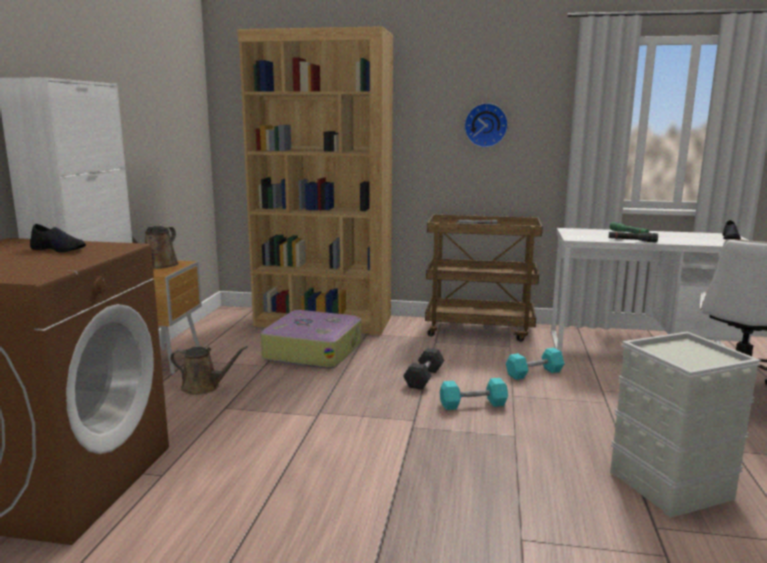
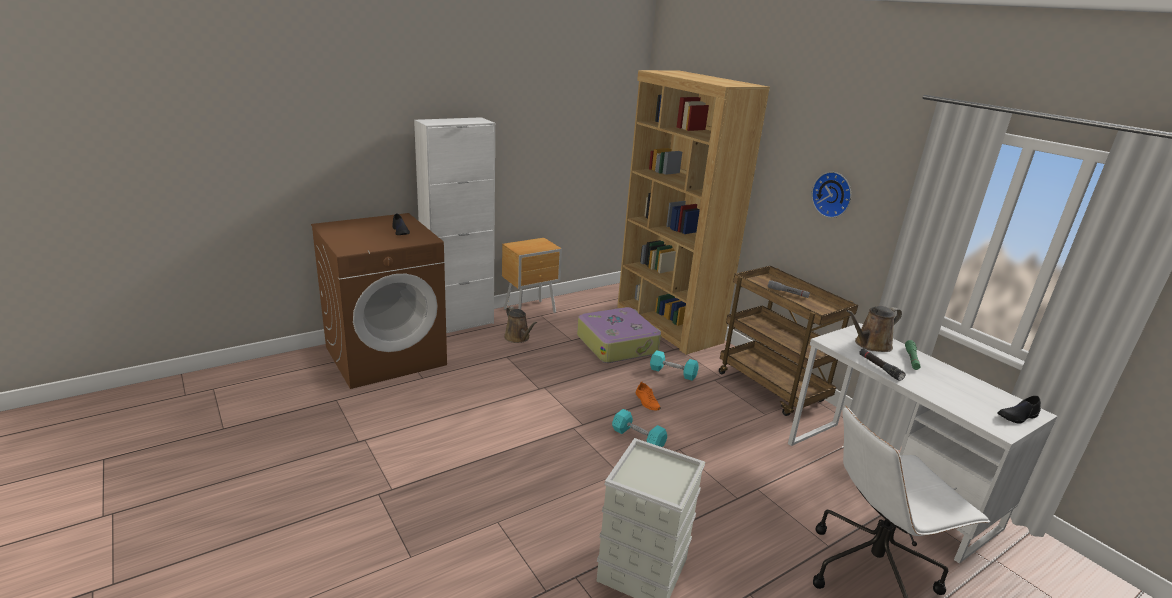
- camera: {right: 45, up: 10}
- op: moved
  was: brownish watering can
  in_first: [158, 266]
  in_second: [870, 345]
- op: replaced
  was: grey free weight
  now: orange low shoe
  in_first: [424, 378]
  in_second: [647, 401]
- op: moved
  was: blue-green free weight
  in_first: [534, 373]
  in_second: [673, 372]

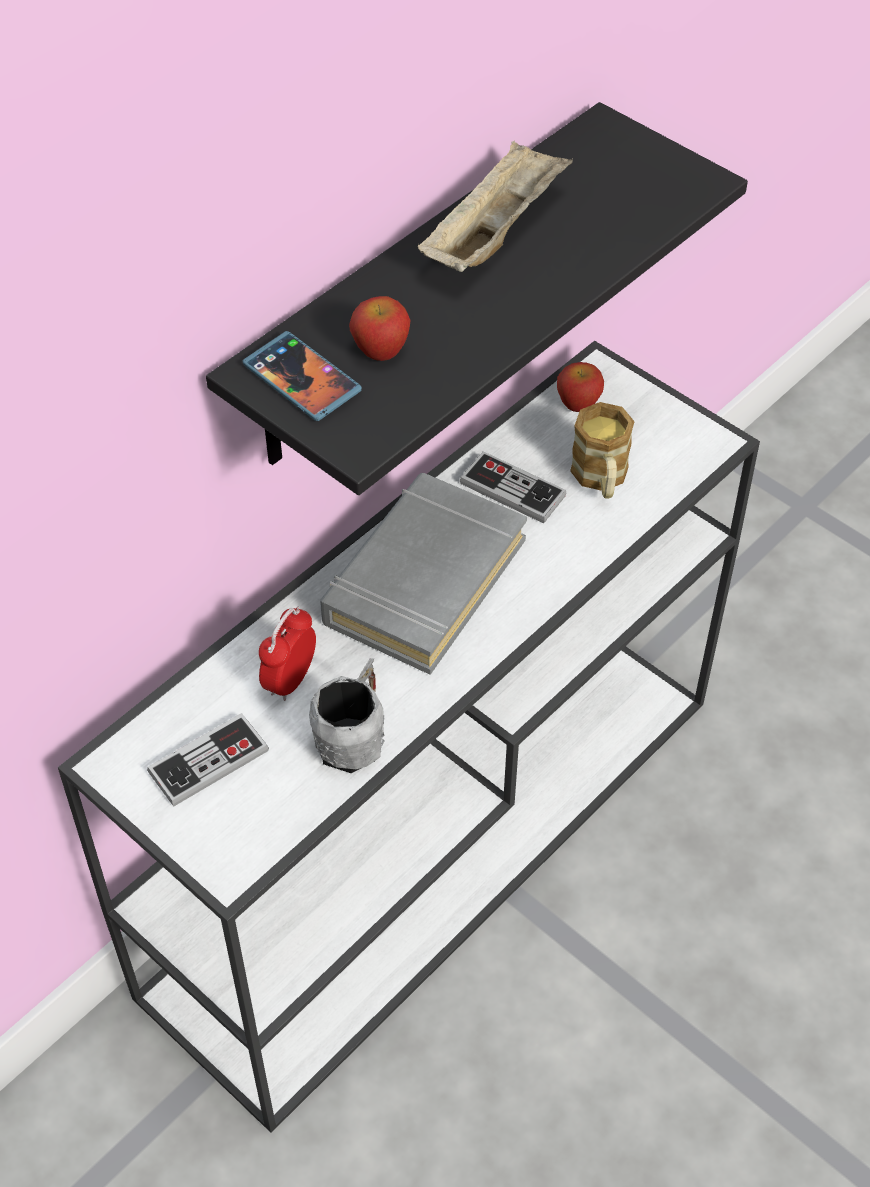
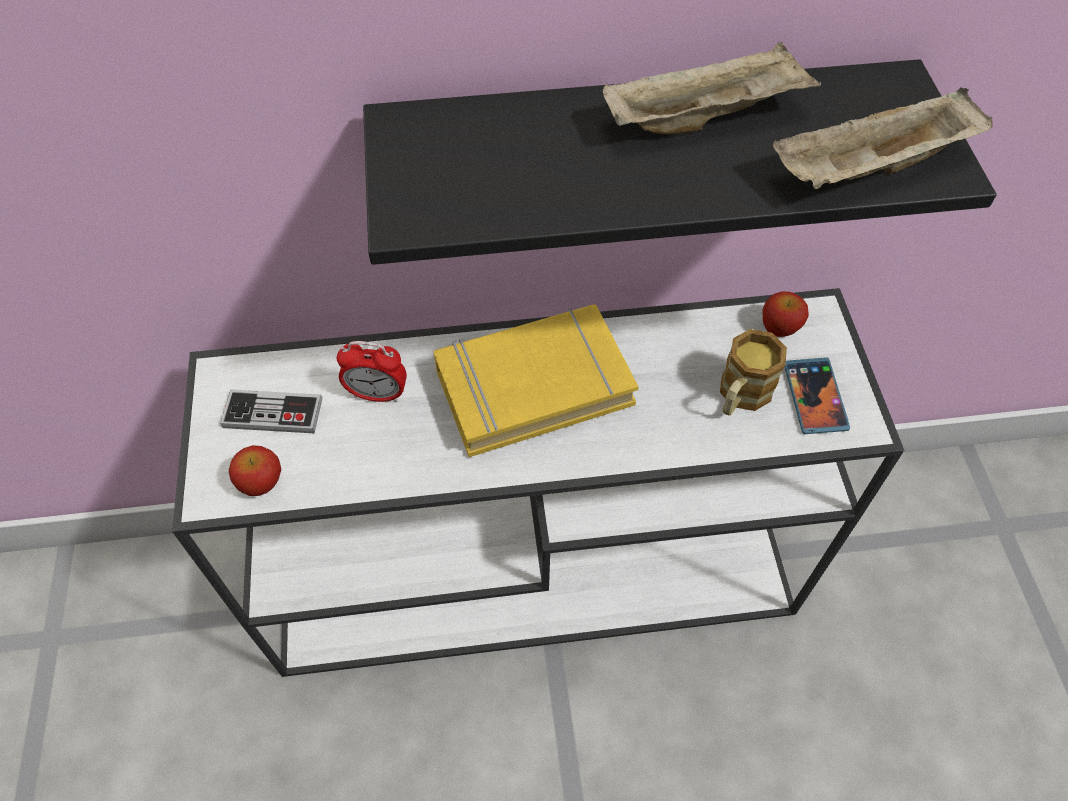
- camera: {right: 40, up: 5}
- op: moved
  was: telephone
  in_first: [302, 379]
  in_second: [814, 397]
- op: turned
  was: bedside clock
  in_first: [290, 680]
  in_second: [377, 394]
  clockwise: -150
- op: removed
  was: grey tea mug
  in_first: [354, 739]
- op: recoloured
  was: grey bound book
  now: yellow bound book
  in_first: [423, 581]
  in_second: [533, 386]
- op: moved
  was: apple fruit
  in_first: [381, 349]
  in_second: [261, 482]
- op: removed
  was: game controller
  in_first: [512, 490]
- op: added
  now: beige tray
  in_second: [871, 170]

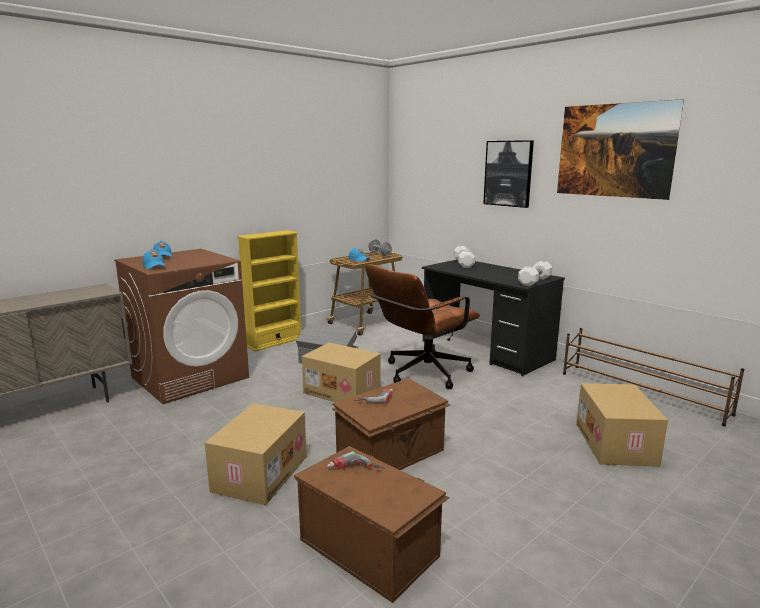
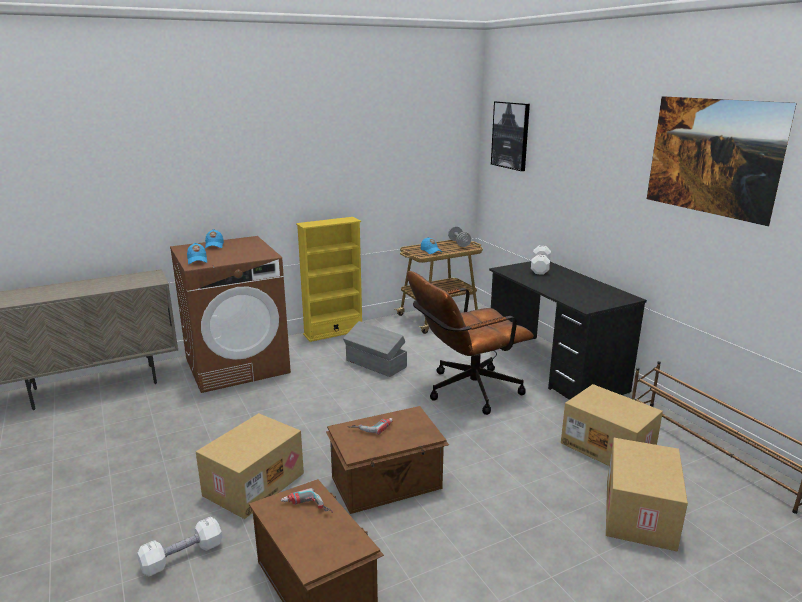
- camera: {right: 15, up: 5}
- op: moved
  was: packing box
  in_first: [343, 391]
  in_second: [608, 447]
- op: moved
  was: wall art
  in_first: [508, 173]
  in_second: [511, 135]
- op: moved
  was: white-coloured free weight
  in_first: [534, 281]
  in_second: [182, 556]

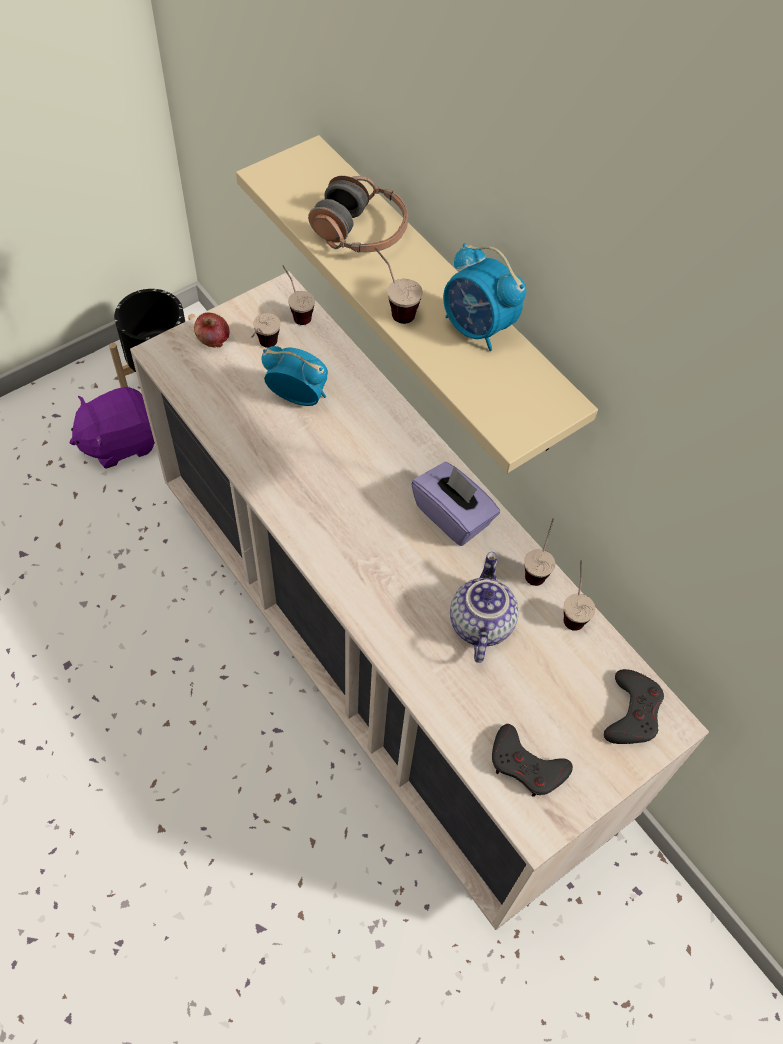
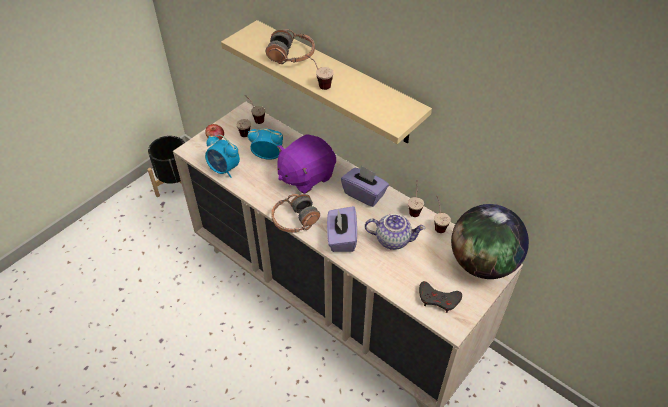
- camera: {right: -10, up: -10}
- op: moved
  was: purplish cuddly toy
  in_first: [120, 442]
  in_second: [306, 176]
- op: moved
  was: bedside clock
  in_first: [477, 328]
  in_second: [224, 170]
- op: turned
  was: tea pot
  in_first: [479, 622]
  in_second: [393, 239]
  clockwise: 105
- op: replaced
  was: grey game controller
  now: desk globe
  in_first: [632, 712]
  in_second: [482, 263]
- op: added
  now: headphones
  in_second: [295, 220]
- op: added
  now: purplish box of tissues
  in_second: [341, 238]

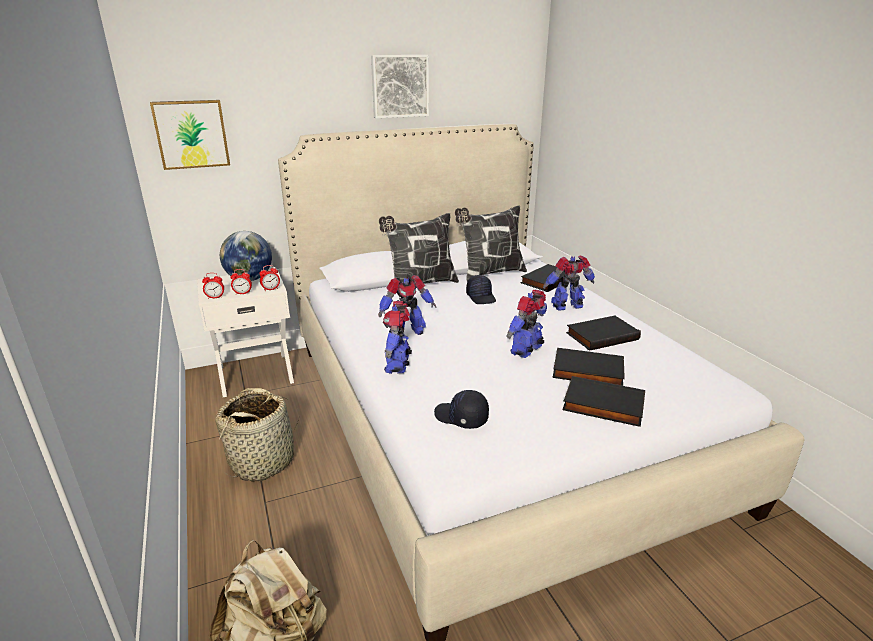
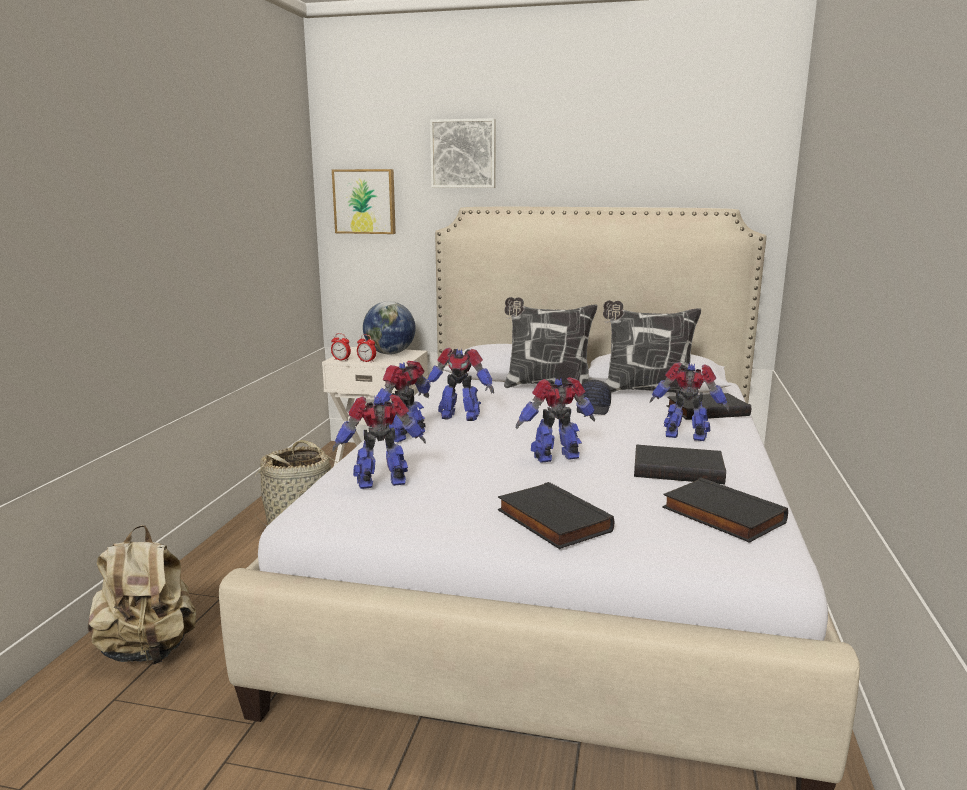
- camera: {right: 35, up: -10}
- op: removed
  was: bedside clock
  in_first: [271, 289]
- op: moved
  was: wall art
  in_first: [399, 86]
  in_second: [464, 154]
- op: replaced
  was: black cap
  now: model robot
  in_first: [461, 418]
  in_second: [382, 483]
- op: moved
  was: black bound book
  in_first: [587, 372]
  in_second: [720, 516]

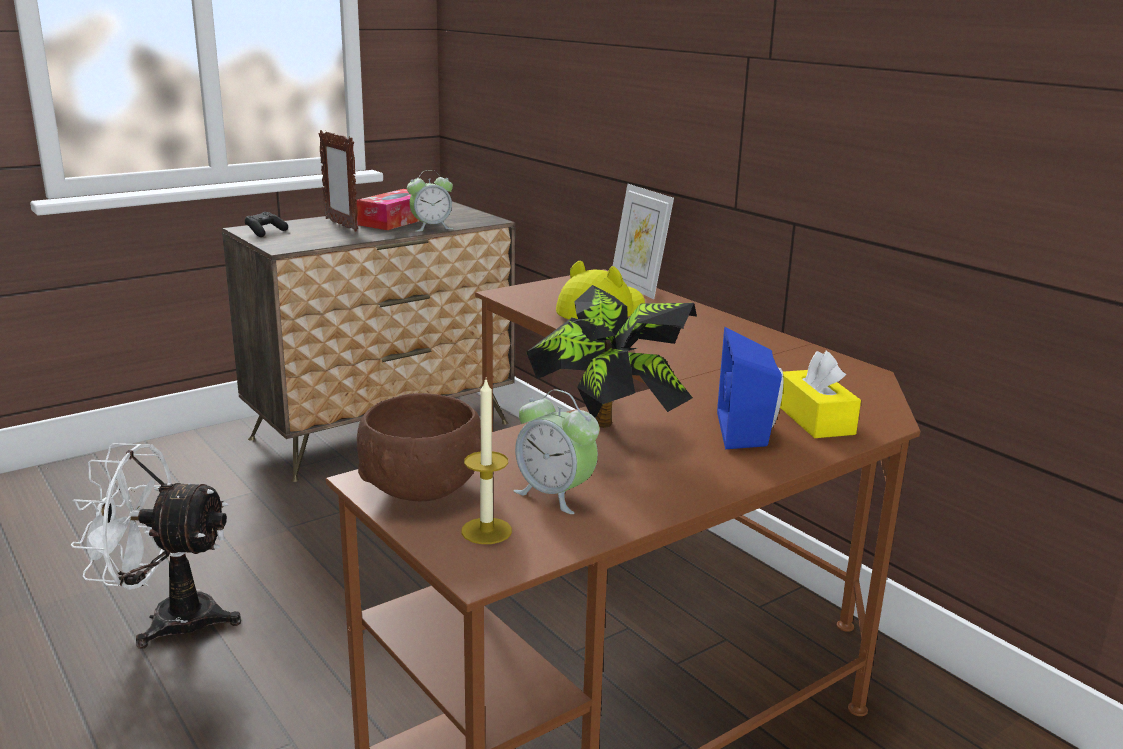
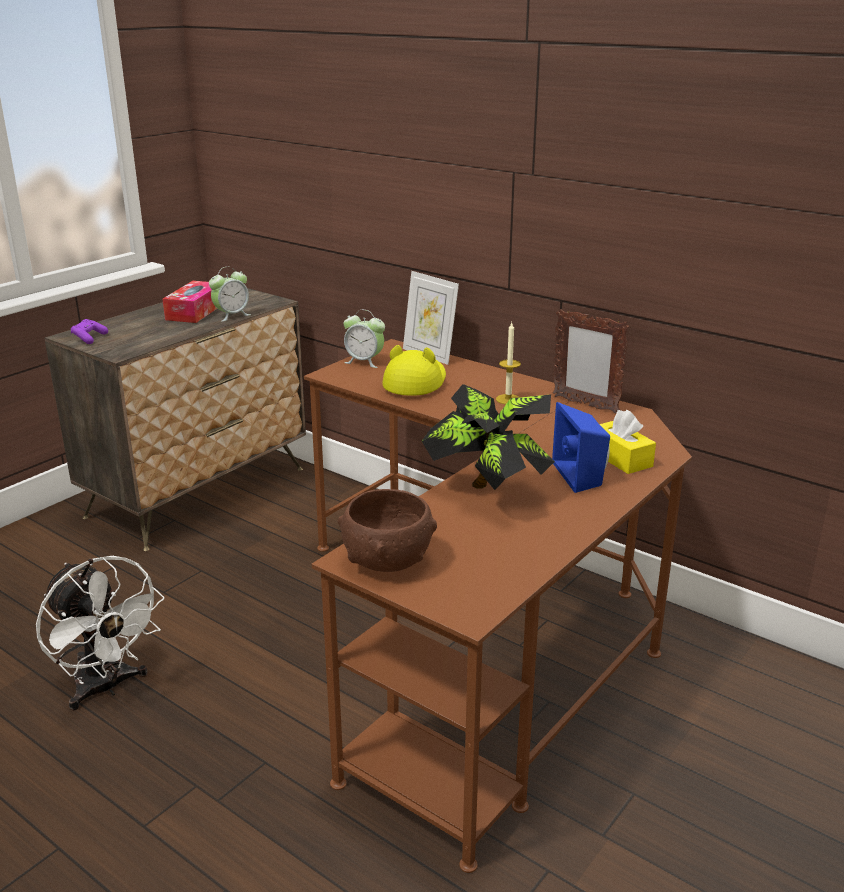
- camera: {right: -15, up: 5}
- op: turned
  was: white-coloured electric fan
  in_first: [168, 619]
  in_second: [107, 687]
  clockwise: -120
- op: recoloured
  was: black game controller
  now: purplish game controller
  in_first: [265, 232]
  in_second: [89, 338]
- op: moved
  was: photo frame
  in_first: [341, 225]
  in_second: [585, 404]
- op: moved
  was: candle
  in_first: [486, 531]
  in_second: [508, 399]
- op: moved
  was: bedside clock
  in_first: [555, 495]
  in_second: [364, 362]

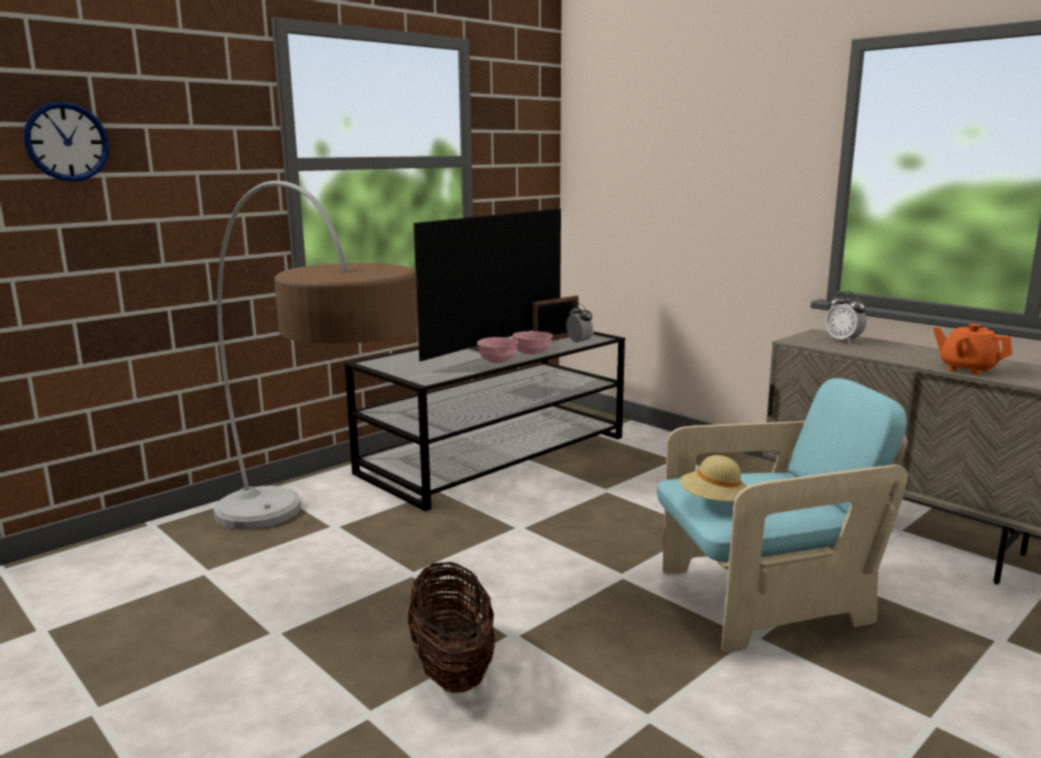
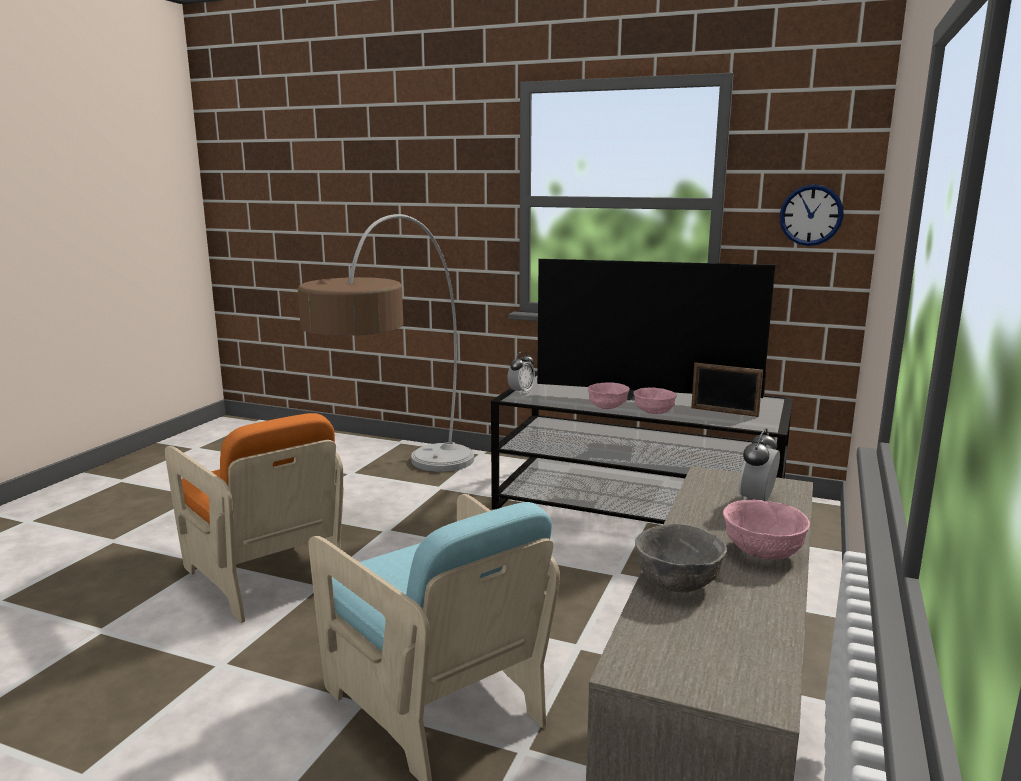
- camera: {right: 65, up: 0}
- op: moved
  was: clock on the wall
  in_first: [67, 142]
  in_second: [811, 215]
- op: replaced
  was: household basket
  now: orange armchair
  in_first: [452, 667]
  in_second: [266, 575]
- op: moved
  was: bedside clock
  in_first: [579, 343]
  in_second: [521, 392]
- op: removed
  was: beige wearable hat
  in_first: [713, 503]
- op: replaced
  was: orange tea pot
  now: grey serving bowl
  in_first: [967, 369]
  in_second: [679, 582]
- op: added
  now: pink serving bowl
  in_second: [762, 551]

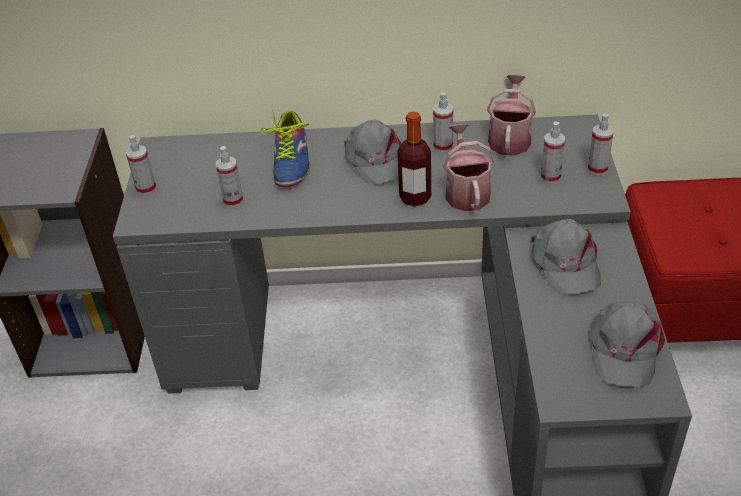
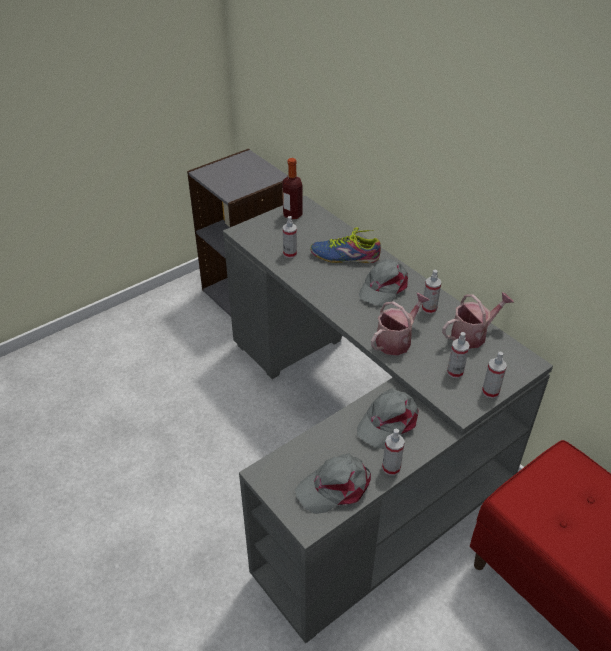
- camera: {right: 50, up: 0}
- op: moved
  was: hand sprayer
  in_first: [146, 188]
  in_second: [391, 468]
- op: turned
  was: low shoe
  in_first: [291, 161]
  in_second: [345, 256]
  clockwise: 45
- op: moved
  was: beverage bottle
  in_first: [415, 197]
  in_second: [292, 215]

